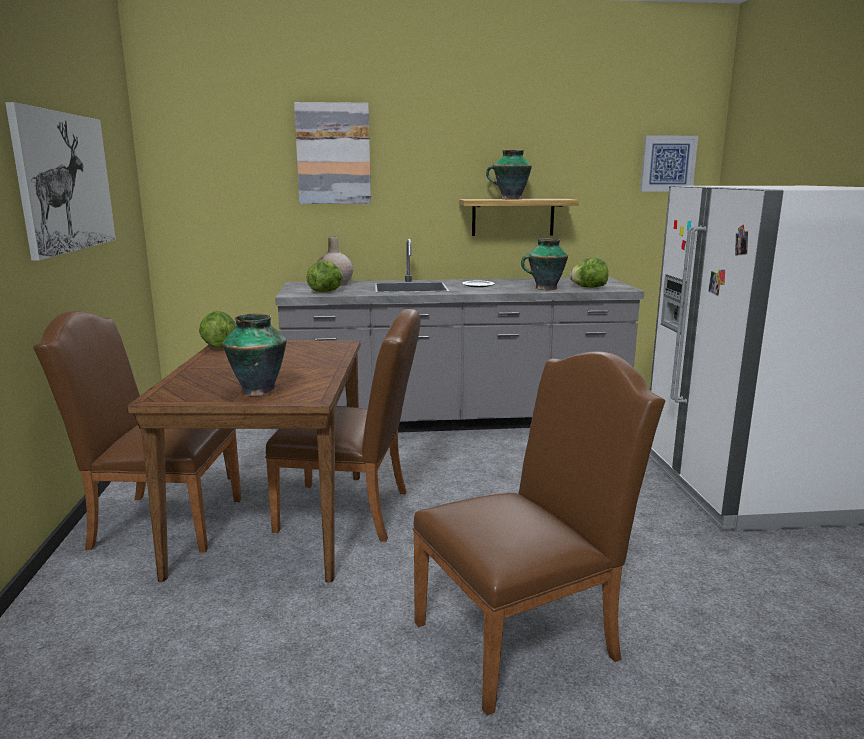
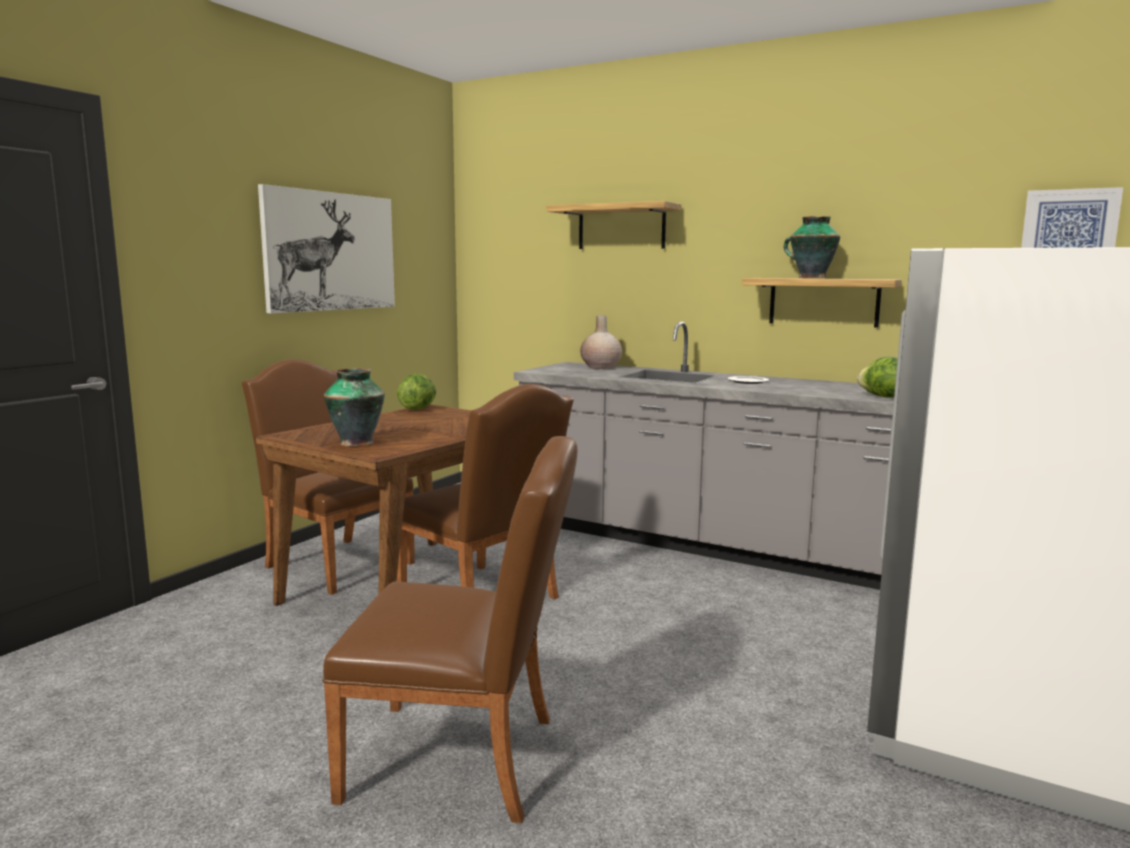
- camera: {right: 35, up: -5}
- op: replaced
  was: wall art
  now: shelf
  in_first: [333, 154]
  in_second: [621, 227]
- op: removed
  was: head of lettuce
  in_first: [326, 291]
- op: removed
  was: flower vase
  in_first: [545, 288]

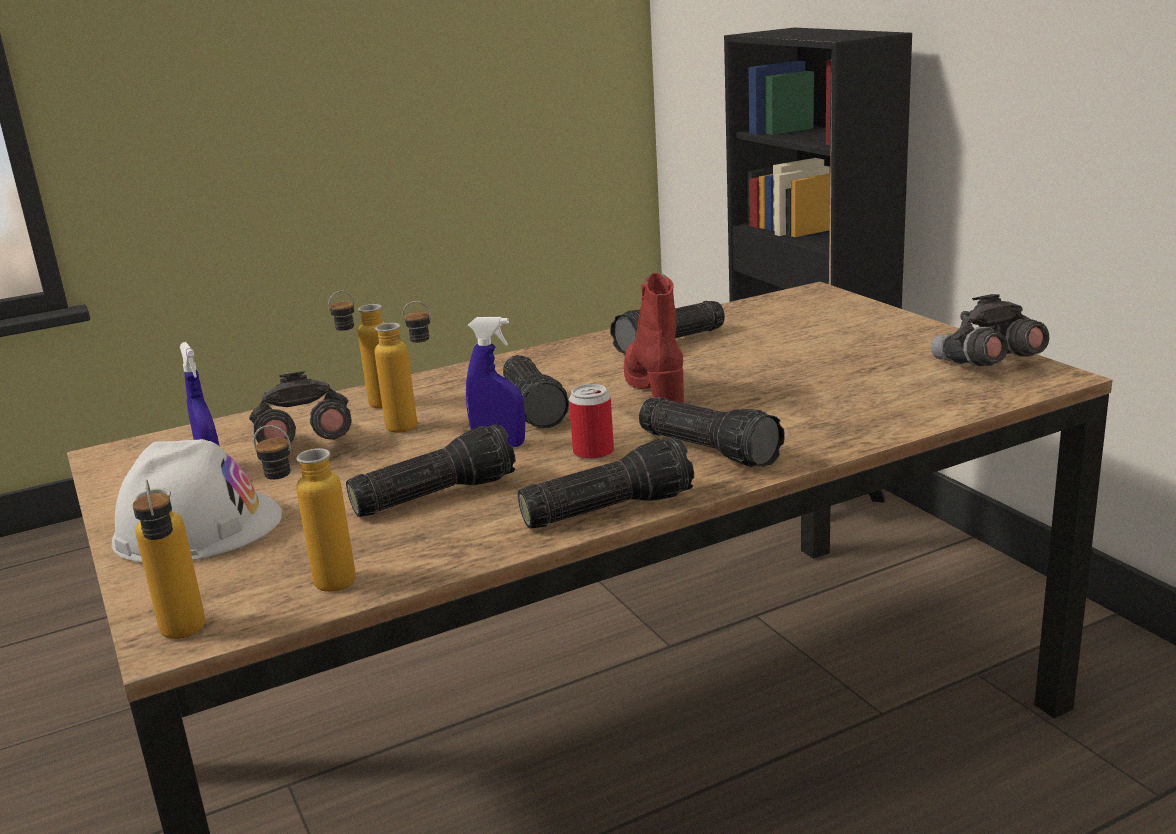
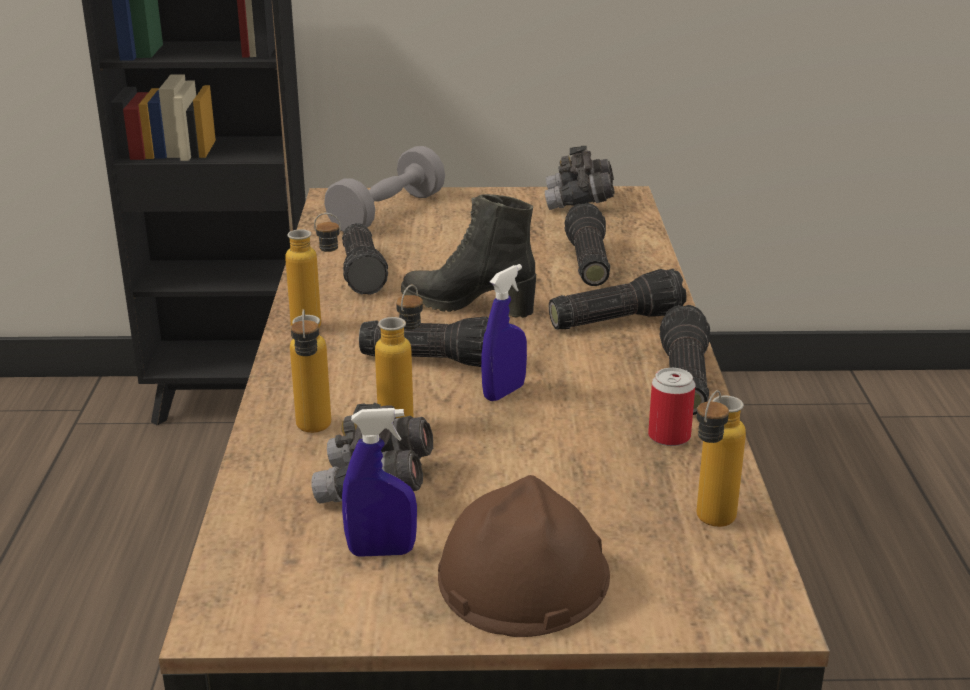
- camera: {right: -65, up: 5}
- op: recoloured
  was: white-coloured work helmet
  now: brownish work helmet
  in_first: [197, 527]
  in_second: [522, 576]
- op: moved
  was: beverage bottle
  in_first: [184, 638]
  in_second: [319, 327]
- op: moved
  was: torch
  in_first: [434, 493]
  in_second: [586, 262]
- op: moved
  was: sealed can
  in_first: [593, 452]
  in_second: [669, 437]
- op: recoloured
  was: red tall boot
  now: black tall boot
  in_first: [656, 390]
  in_second: [468, 305]
- op: added
  now: grey free weight
  in_second: [387, 213]

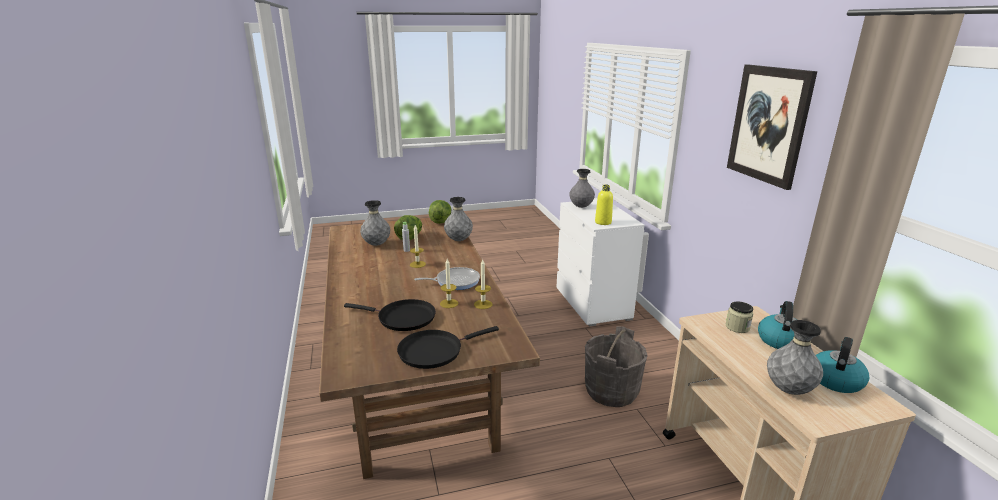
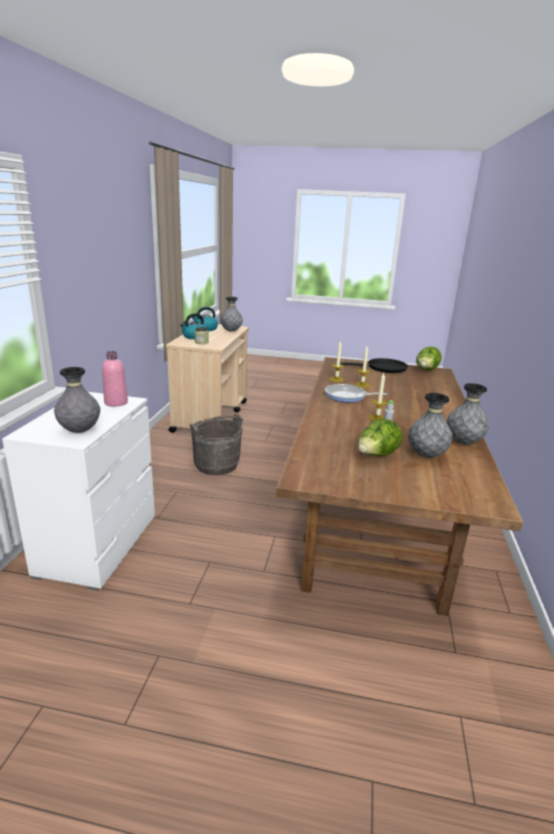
- camera: {right: -155, up: 0}
- op: removed
  was: black pan
  in_first: [403, 318]
- op: moved
  was: head of lettuce
  in_first: [440, 221]
  in_second: [426, 371]
- op: moved
  was: grey flower vase
  in_first: [458, 240]
  in_second: [463, 442]
- op: recoloured
  was: yellow beverage bottle
  now: pink beverage bottle
  in_first: [603, 222]
  in_second: [116, 402]
- op: removed
  was: wall art
  in_first: [769, 124]

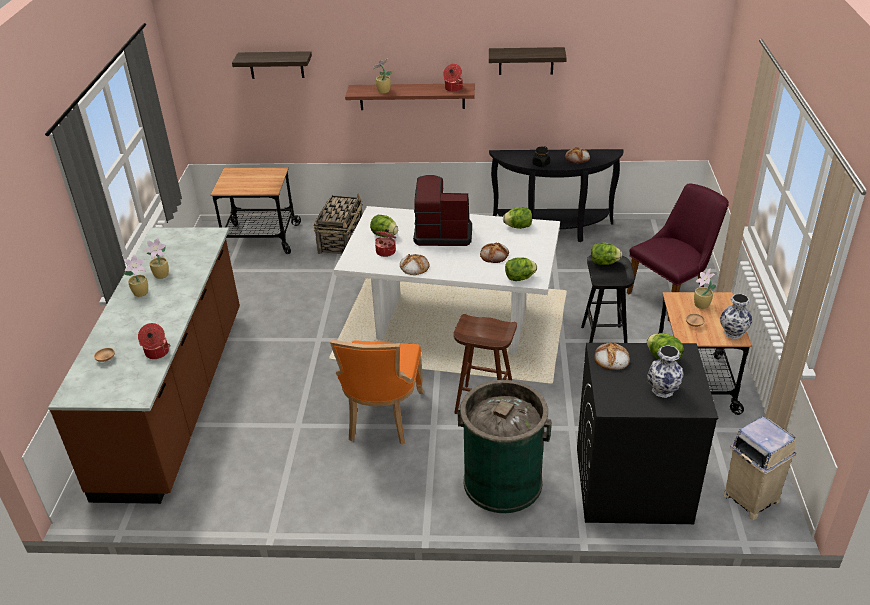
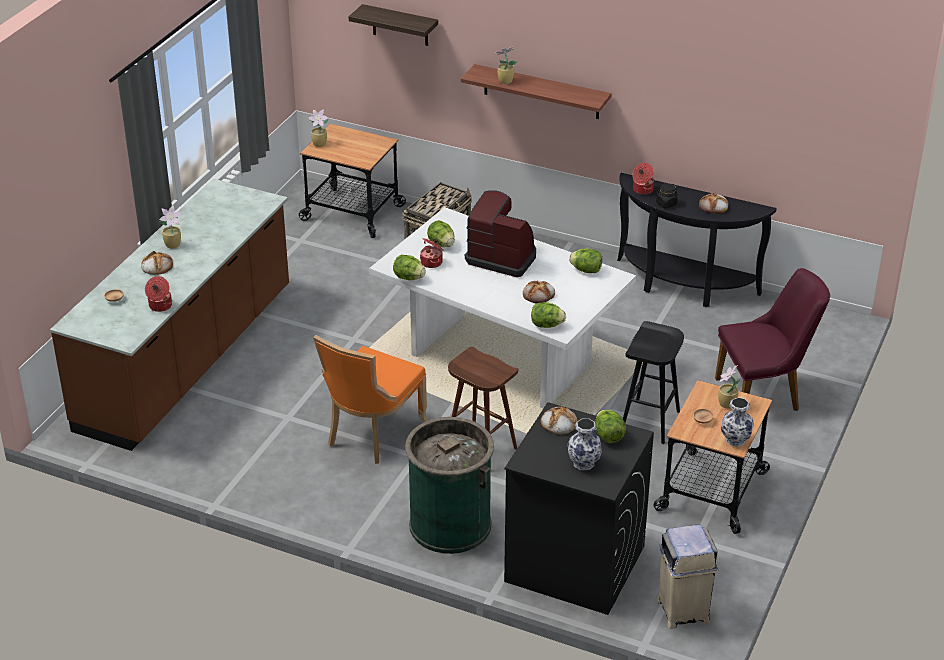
- camera: {right: 20, up: 0}
- op: moved
  was: houseplant
  in_first: [162, 275]
  in_second: [320, 144]
- op: moved
  was: bakery bread
  in_first: [414, 267]
  in_second: [156, 266]
- op: moved
  was: stockpot
  in_first: [453, 89]
  in_second: [642, 190]
- op: removed
  was: shelf
  in_first: [526, 61]
- op: moved
  was: head of lettuce
  in_first: [604, 263]
  in_second: [409, 278]

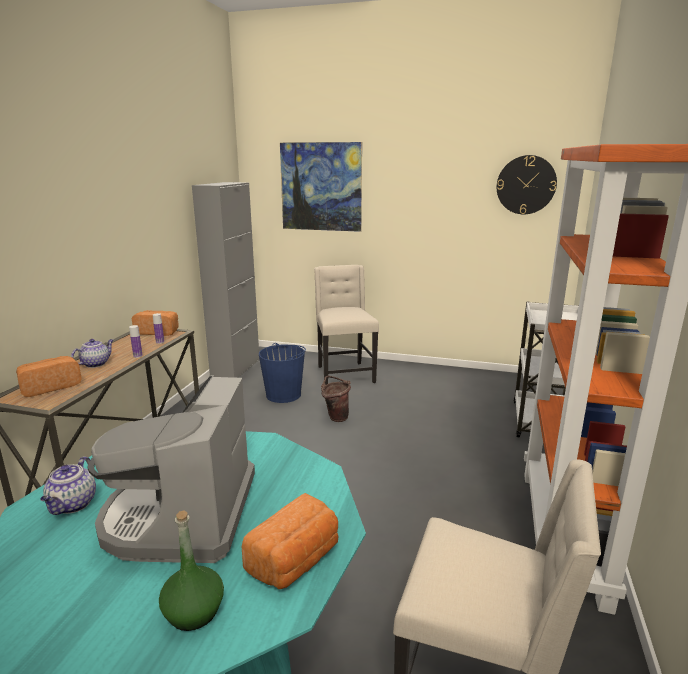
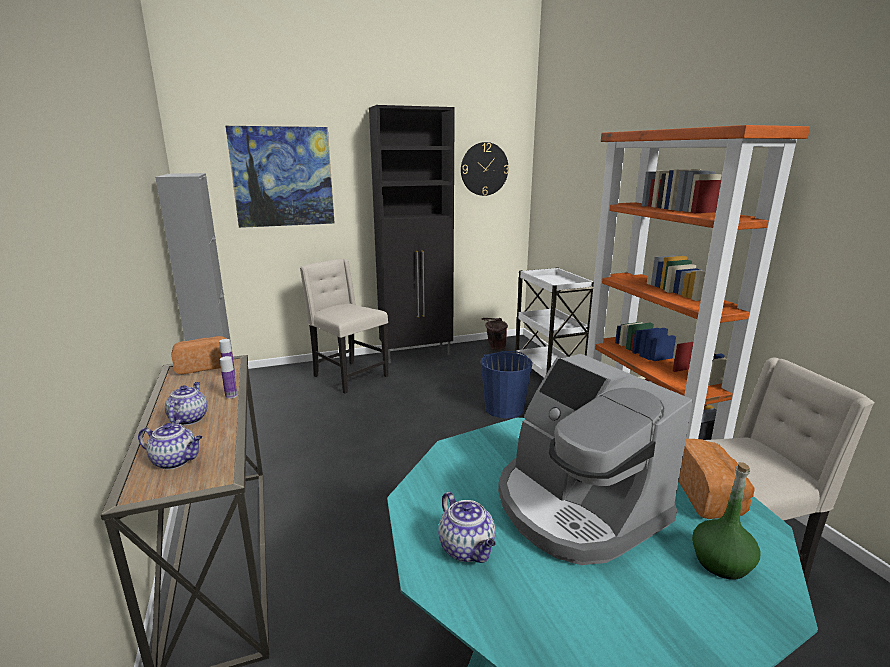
- camera: {right: -35, up: 0}
- op: replaced
  was: bakery bread
  now: tea pot
  in_first: [50, 387]
  in_second: [176, 461]
- op: moved
  was: bluish pail
  in_first: [284, 395]
  in_second: [504, 408]
- op: moved
  was: brownish pail
  in_first: [335, 417]
  in_second: [494, 348]
- op: added
  now: black cupboard
  in_second: [417, 354]

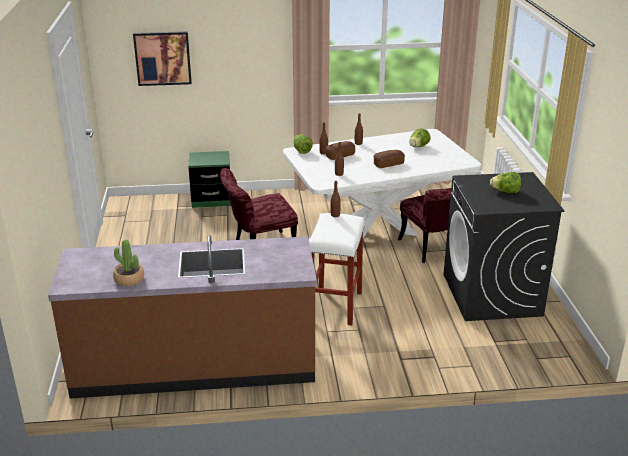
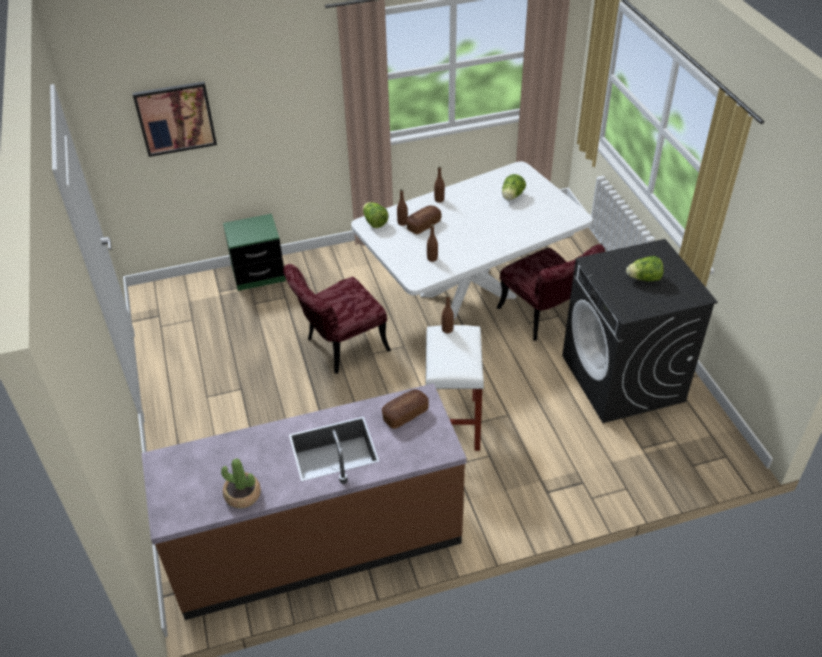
- camera: {right: -10, up: 15}
- op: moved
  was: bakery bread
  in_first: [388, 164]
  in_second: [405, 414]

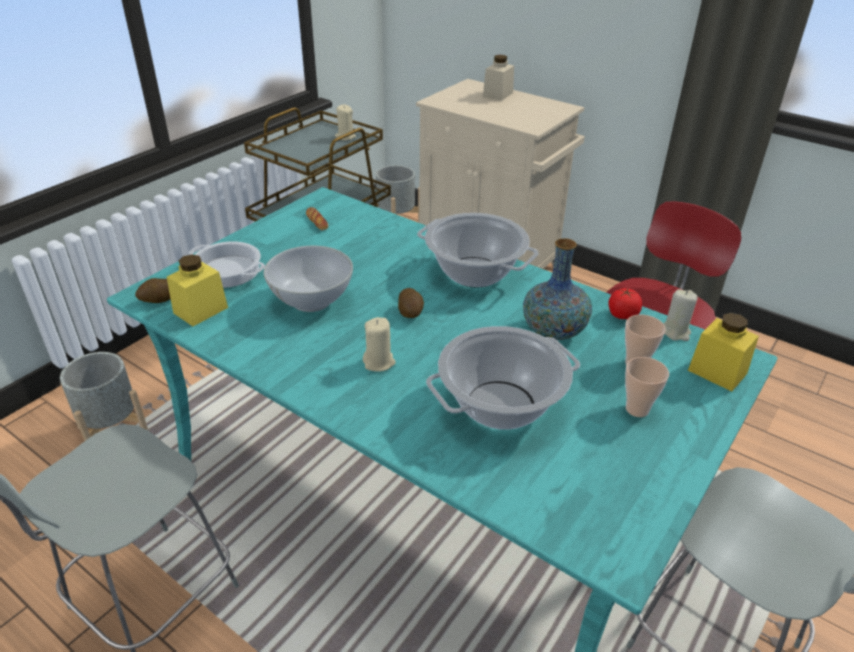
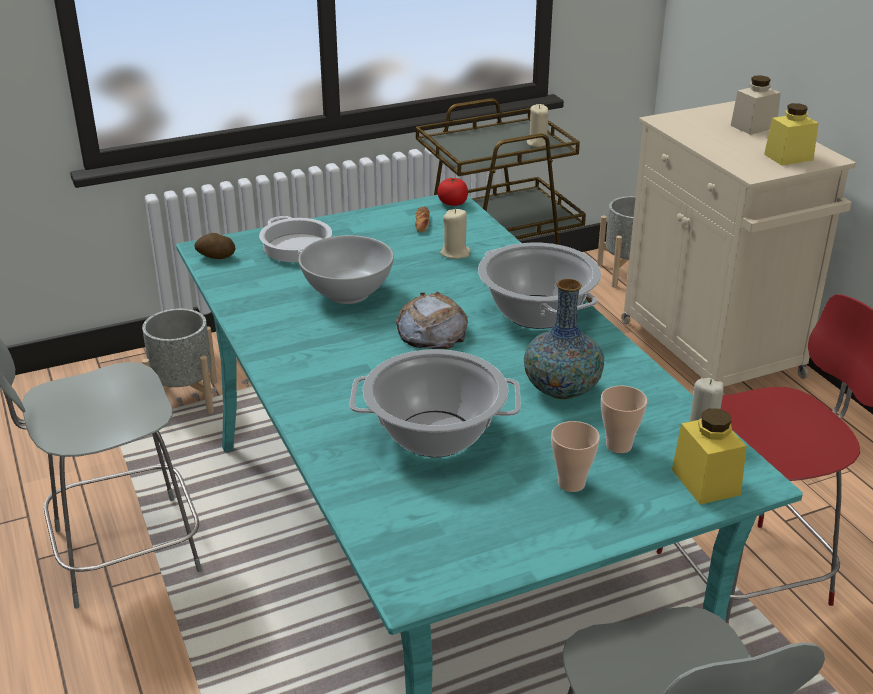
- camera: {right: 30, up: -5}
- op: moved
  was: yellow preserve jar
  in_first: [200, 310]
  in_second: [788, 157]
- op: moved
  was: beige candle
  in_first: [379, 362]
  in_second: [455, 253]
- op: replaced
  was: whole potato
  now: bakery bread
  in_first: [410, 313]
  in_second: [431, 330]
- op: moved
  was: tomato
  in_first: [622, 315]
  in_second: [452, 203]

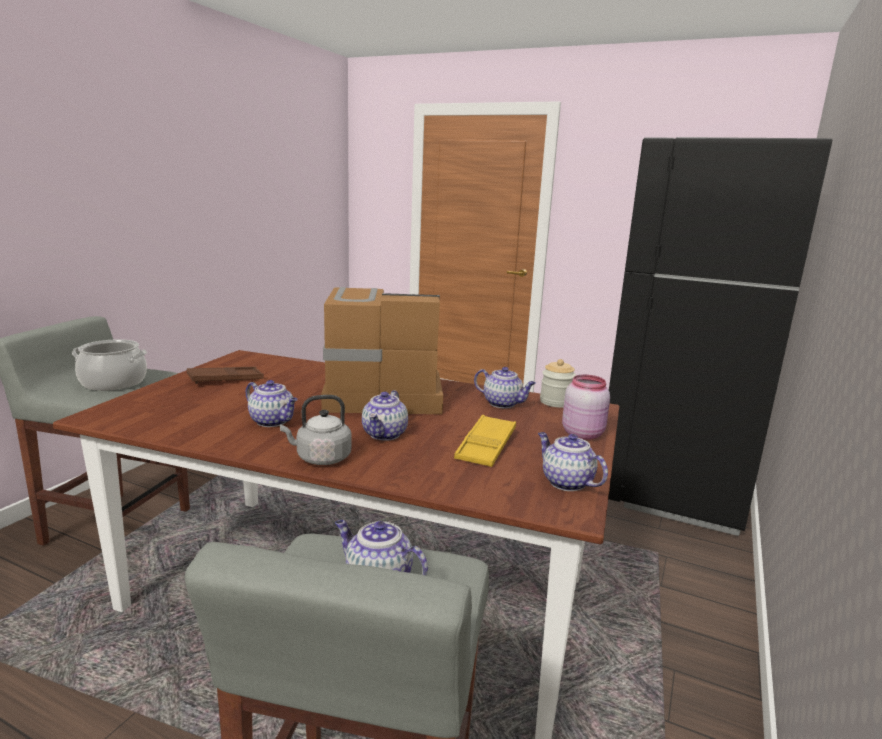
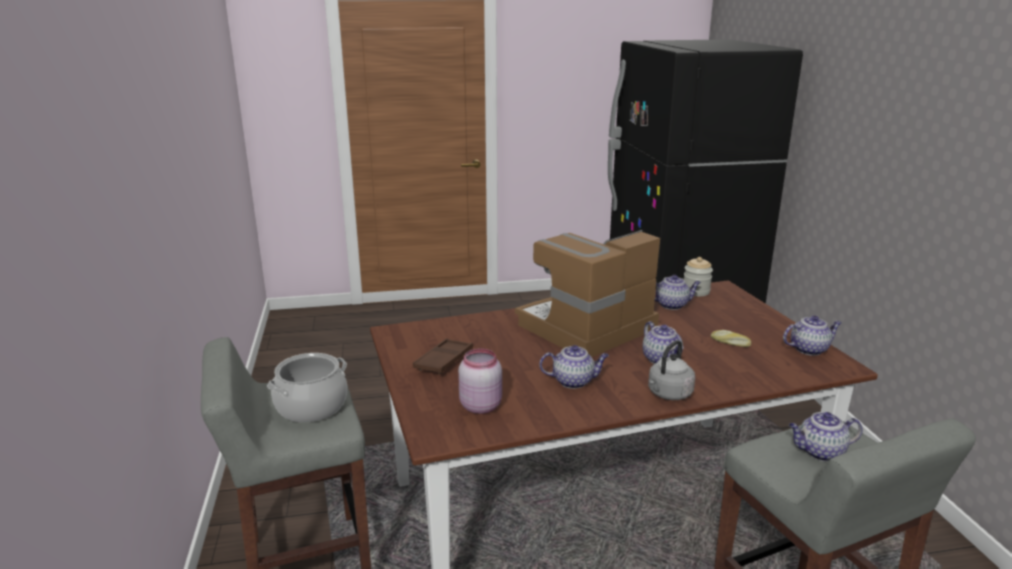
- camera: {right: -35, up: 5}
- op: replaced
  was: yellow tray
  now: bakery bread
  in_first: [486, 446]
  in_second: [730, 343]
- op: turned
  was: tea pot
  in_first: [566, 482]
  in_second: [809, 349]
  clockwise: 150
- op: moved
  was: pink preserve jar
  in_first: [583, 434]
  in_second: [480, 405]

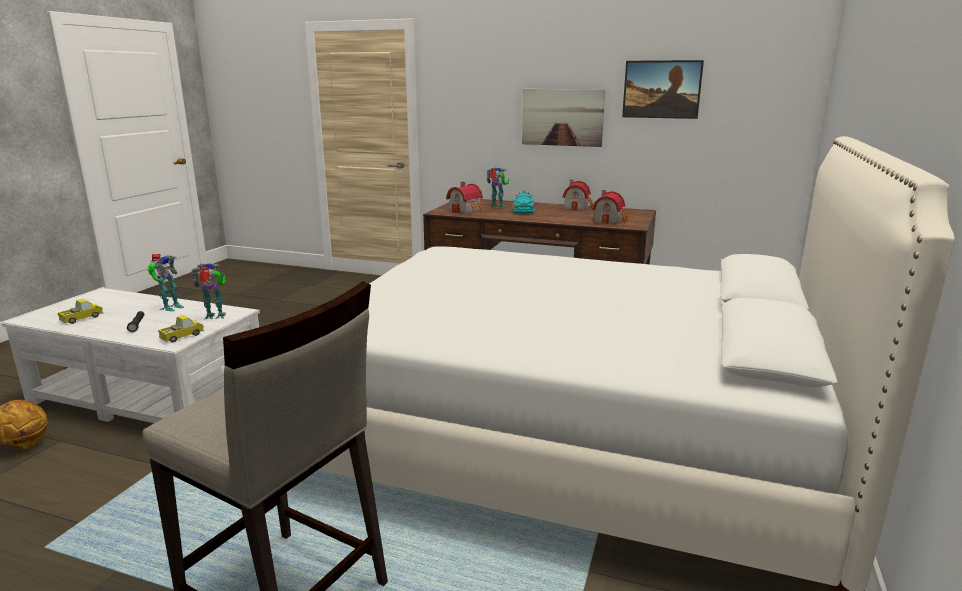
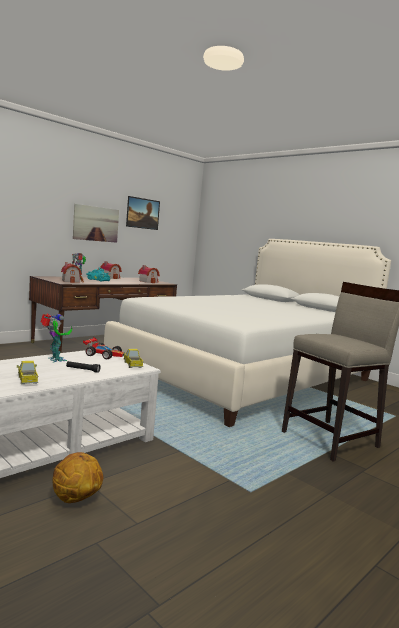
- camera: {right: -65, up: -10}
- op: replaced
  was: model robot
  now: model car
  in_first: [216, 317]
  in_second: [104, 355]

